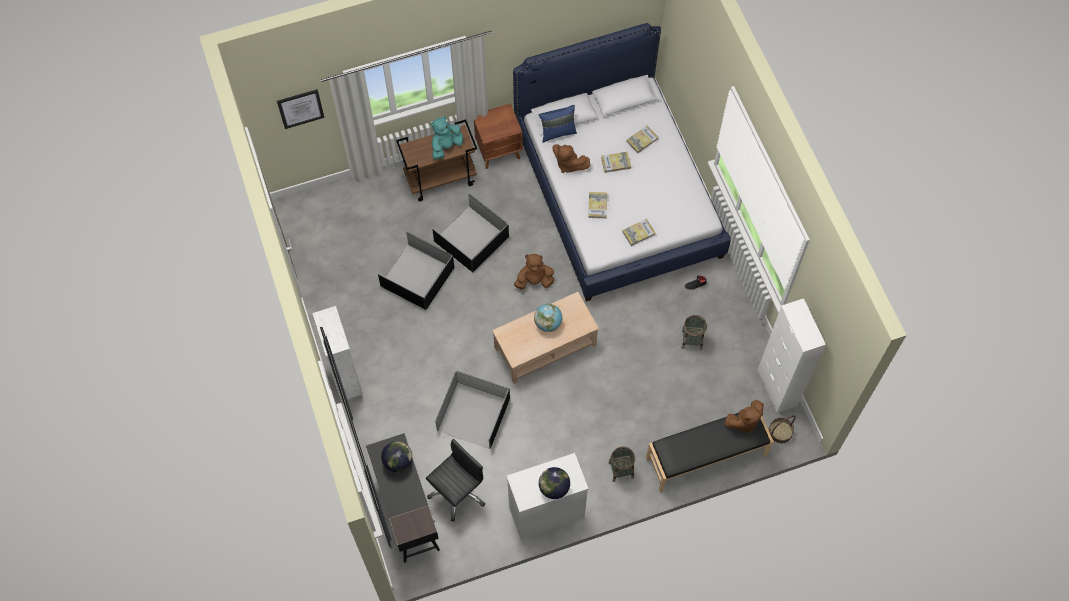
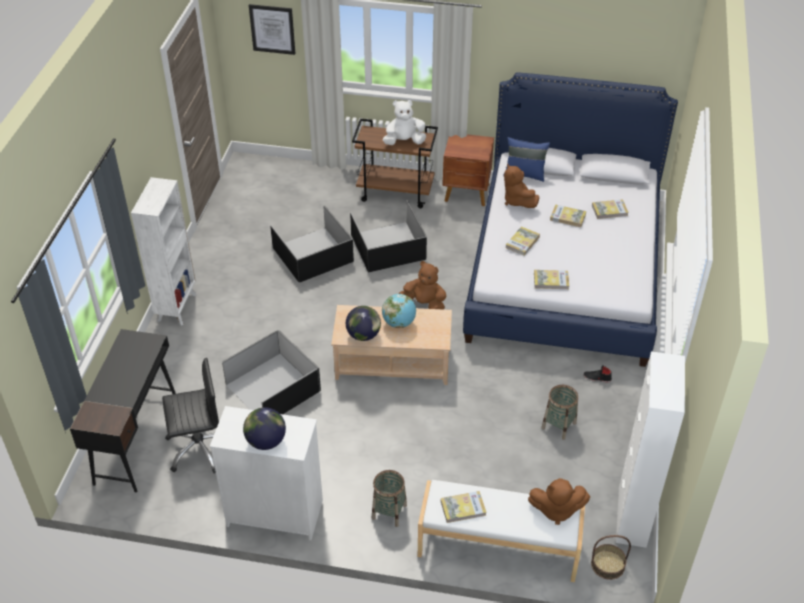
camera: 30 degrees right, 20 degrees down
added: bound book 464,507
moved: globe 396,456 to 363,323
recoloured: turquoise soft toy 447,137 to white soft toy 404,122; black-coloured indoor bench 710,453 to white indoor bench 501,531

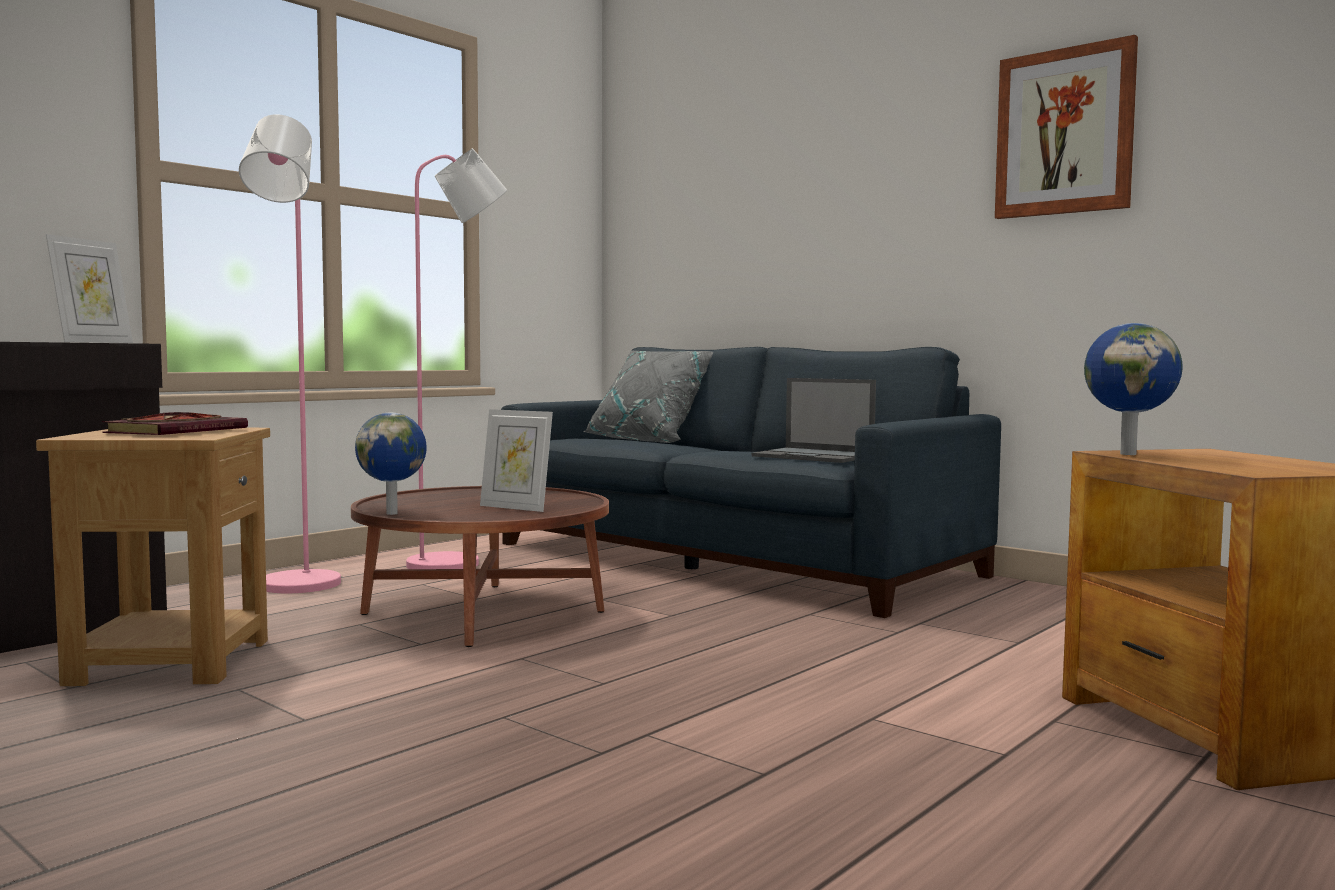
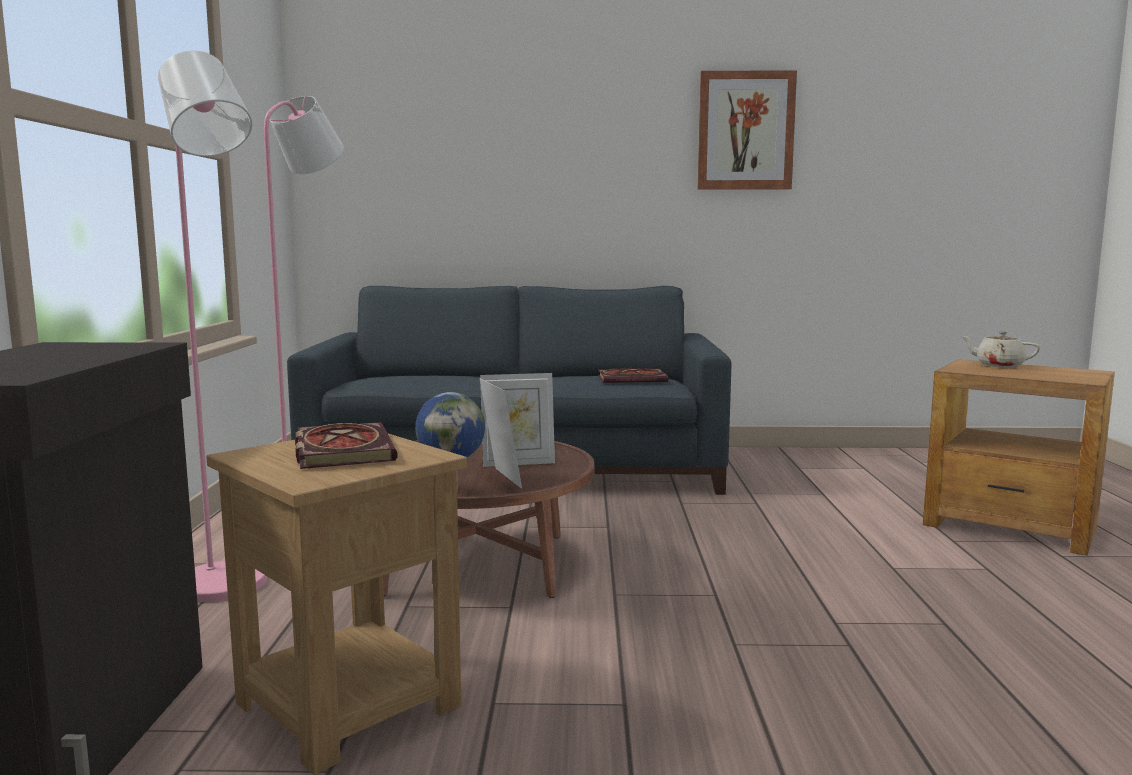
camera: 40 degrees left, 5 degrees up
removed: greyish pillow 648,396; globe 1133,389
added: beige-coloured teapot 1000,349
moved: standing frame 89,288 to 500,433
replaced: portable computer 814,420 to bound book 633,375

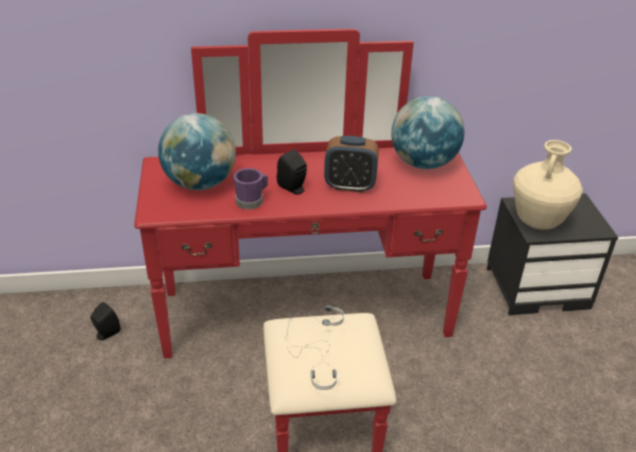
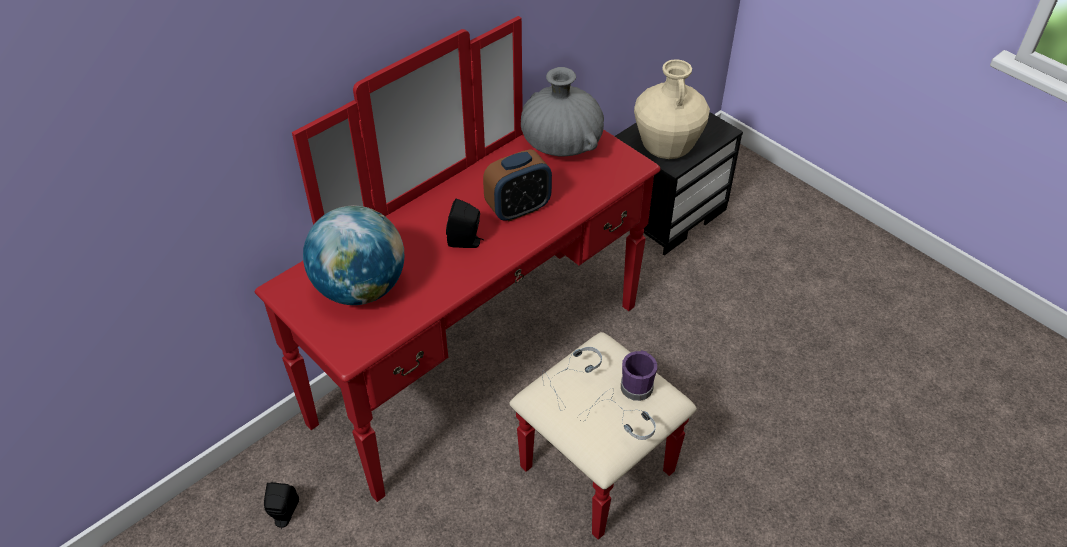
camera: 35 degrees left, 10 degrees up
moved: purple mug 251,189 to 639,375
replaced: globe 428,132 to greyish decorative vase 562,112

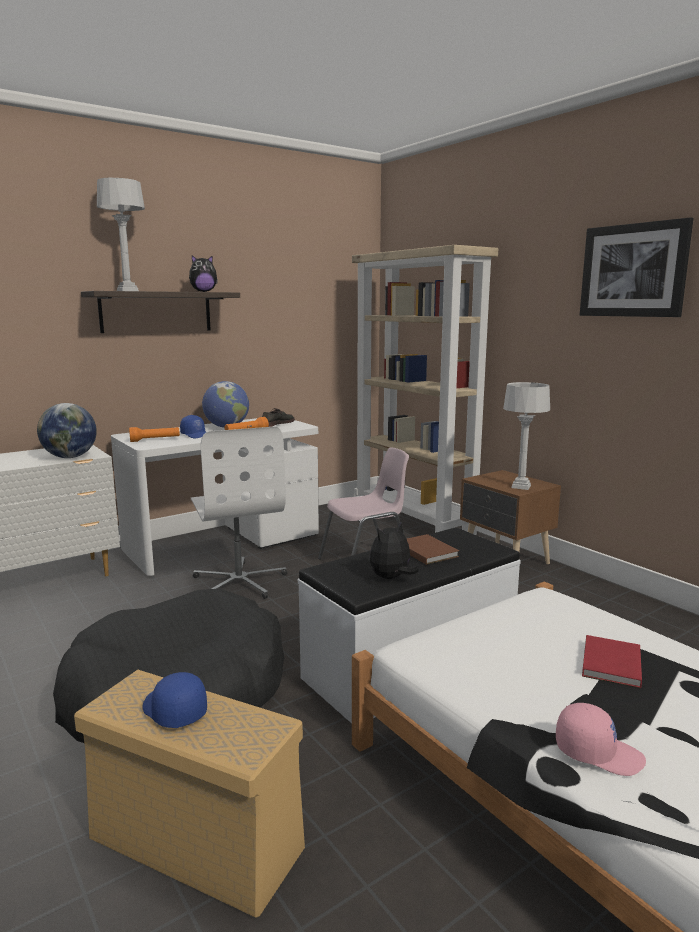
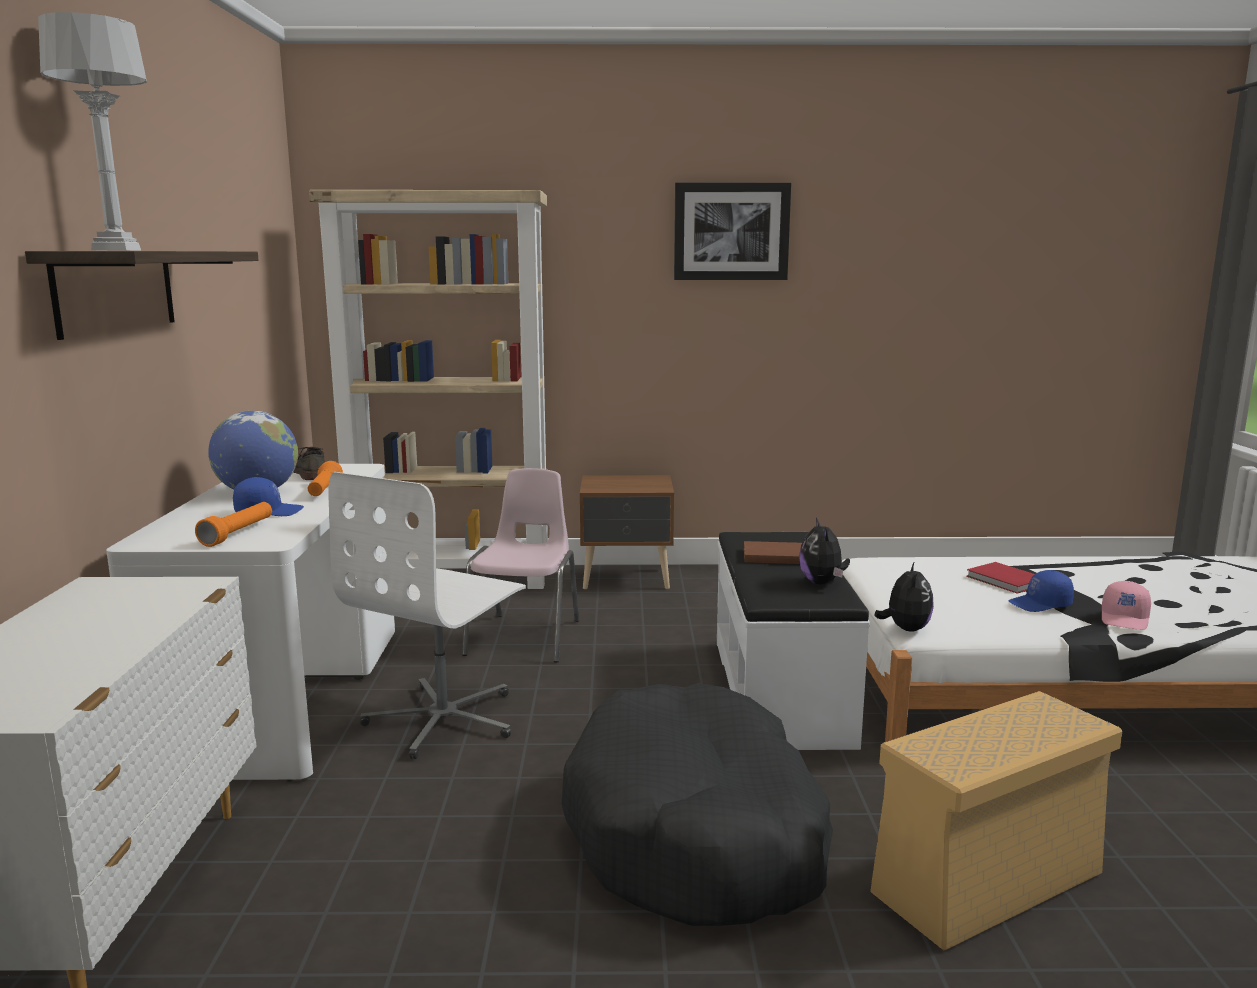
camera: 55 degrees left, 0 degrees up
removed: globe 67,430; greyish tabletop lamp 526,436
moved: blue-coloured baseball cap 174,700 to 1041,591; soft toy 203,273 to 904,596
turned: white computer chair 239,512 = 427,615 105 degrees clockwise; pinkish baseball cap 601,739 = 1126,605 150 degrees clockwise

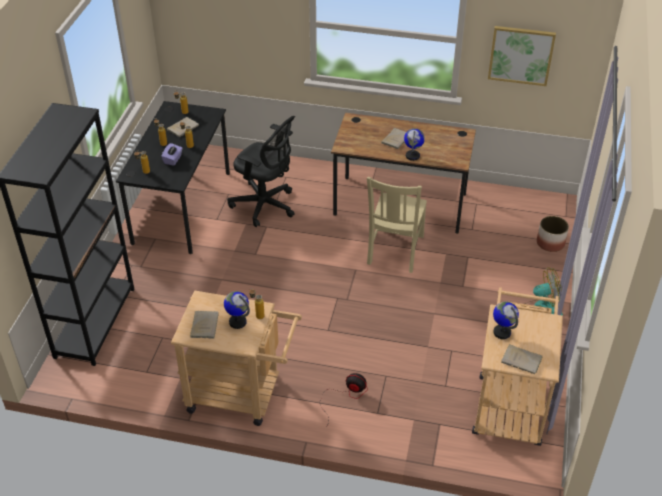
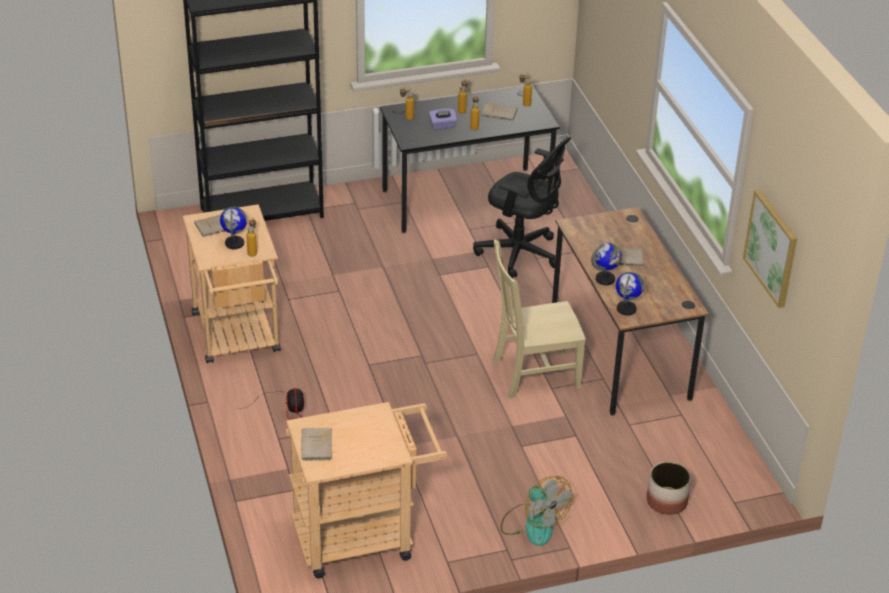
camera: 60 degrees right, 5 degrees down
moved: globe 506,320 to 630,293
turned: black-coloured computer chair 261,171 = 522,207 60 degrees counterclockwise

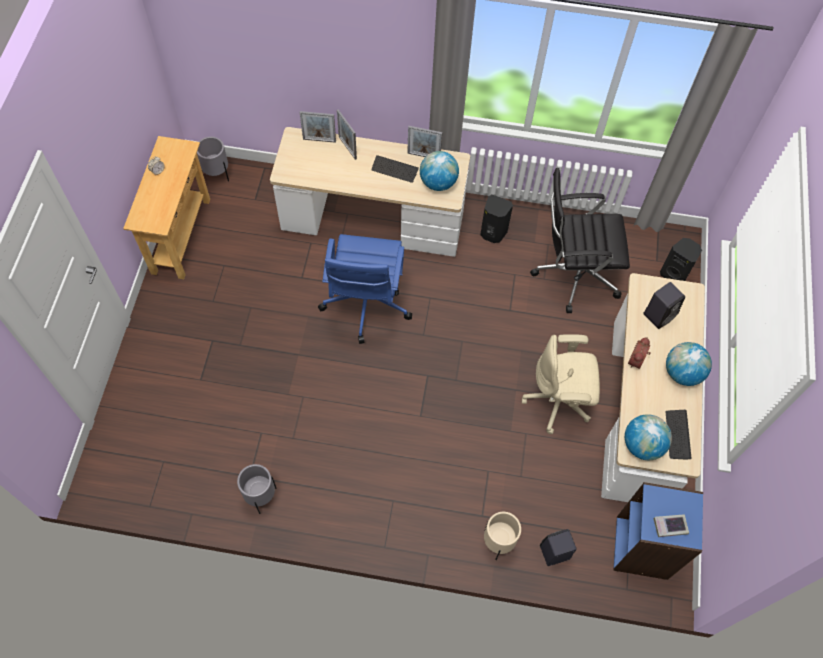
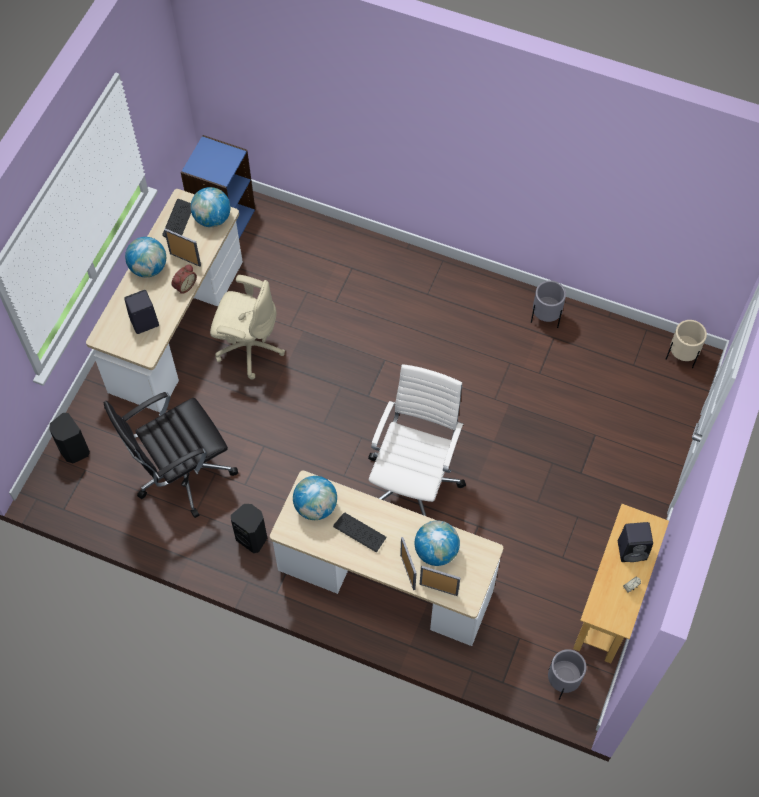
camera: 165 degrees left, 0 degrees up
removed: bound book 671,525
added: globe 437,543
moved: standing frame 424,141 to 182,247; beige-coloured flower pot 502,536 to 686,344; black-coloured loudspeaker 558,547 to 635,542
recoloured: blue-coloured computer chair 365,289 to white computer chair 417,440
turned: black-coloured computer chair 580,240 = 171,455 135 degrees clockwise

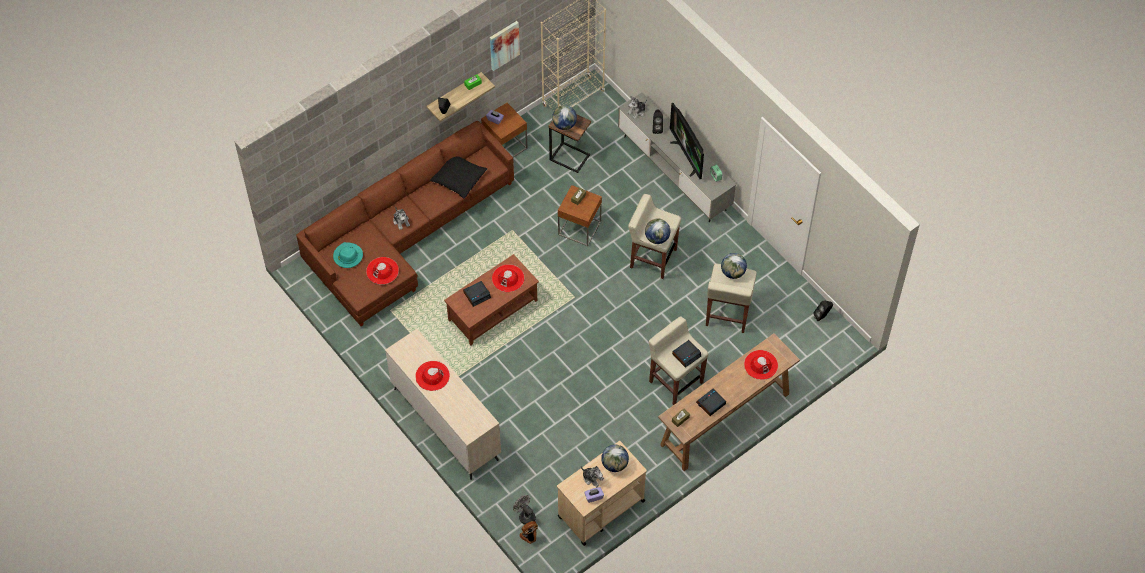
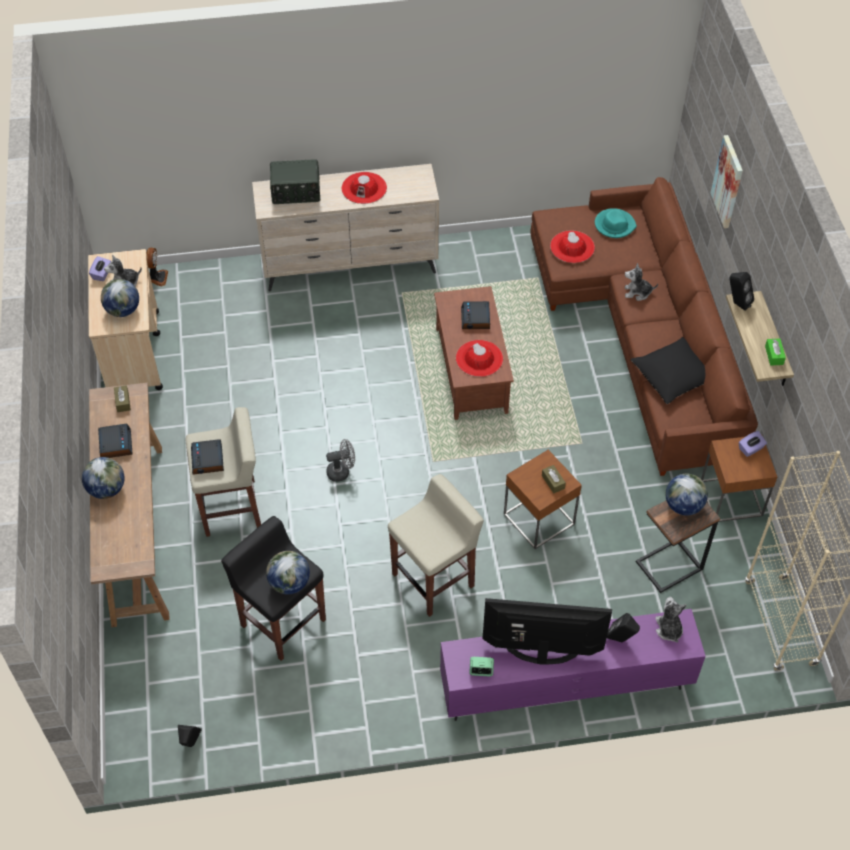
camera: 120 degrees right, 5 degrees down
removed: red-coloured wearable hat 761,365
added: radio 295,181
moved: picture 505,46 to 727,181; greyish electric fan 524,510 to 340,460; globe 657,231 to 103,478
recoloured: greyish tv unit 677,157 to purple tv unit 573,665; beige-coloured stool 731,298 to black-coloured stool 273,588

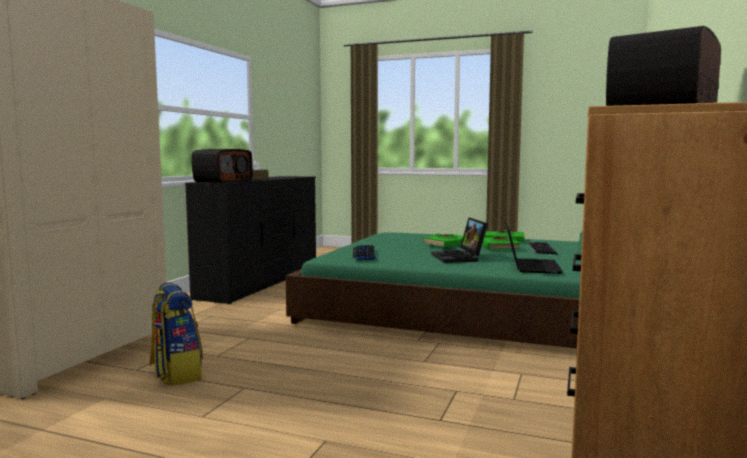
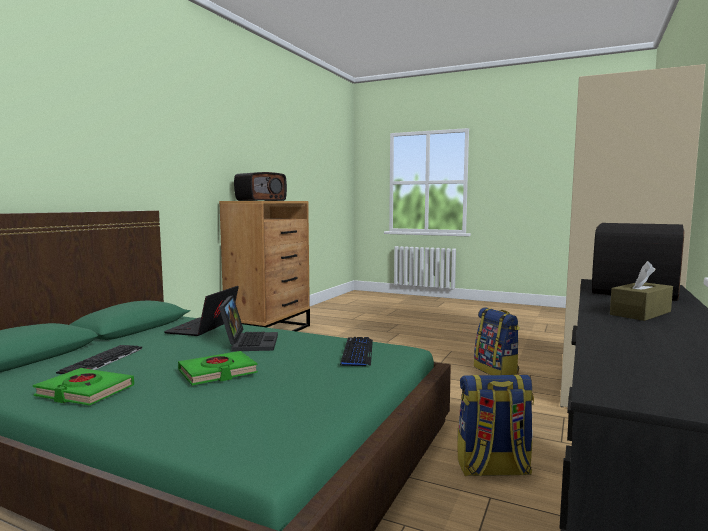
camera: 175 degrees left, 0 degrees up
removed: greenish bound book 501,243
added: backpack 496,425

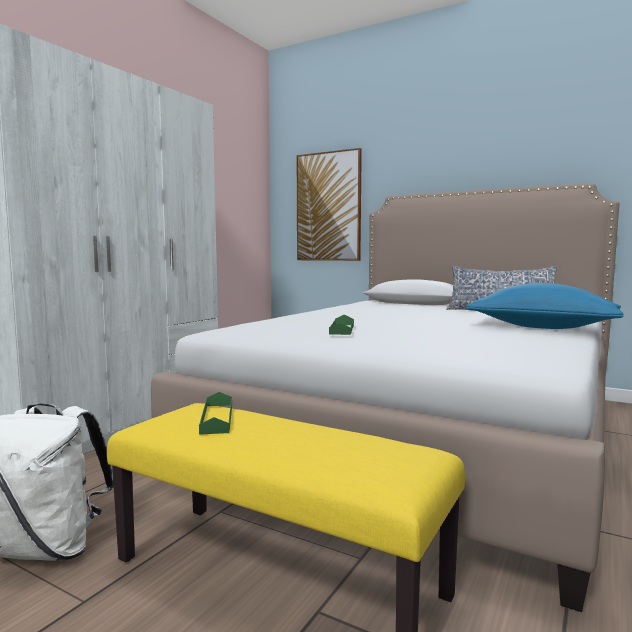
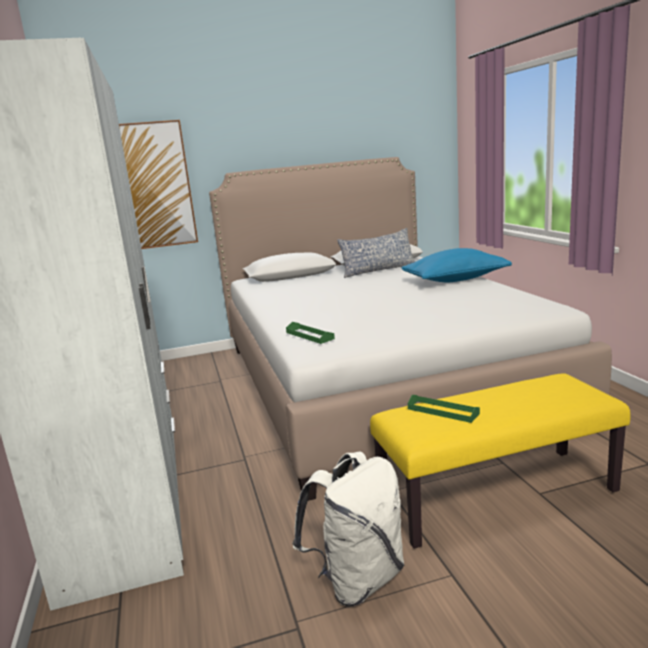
camera: 45 degrees left, 10 degrees up
moved: greenish serving tray 341,325 to 310,333

